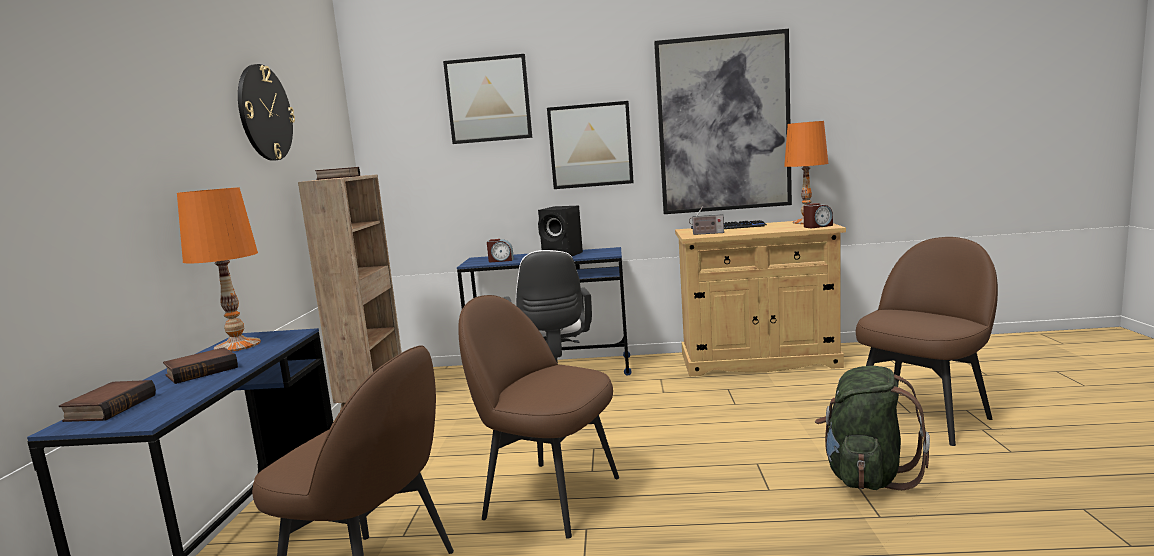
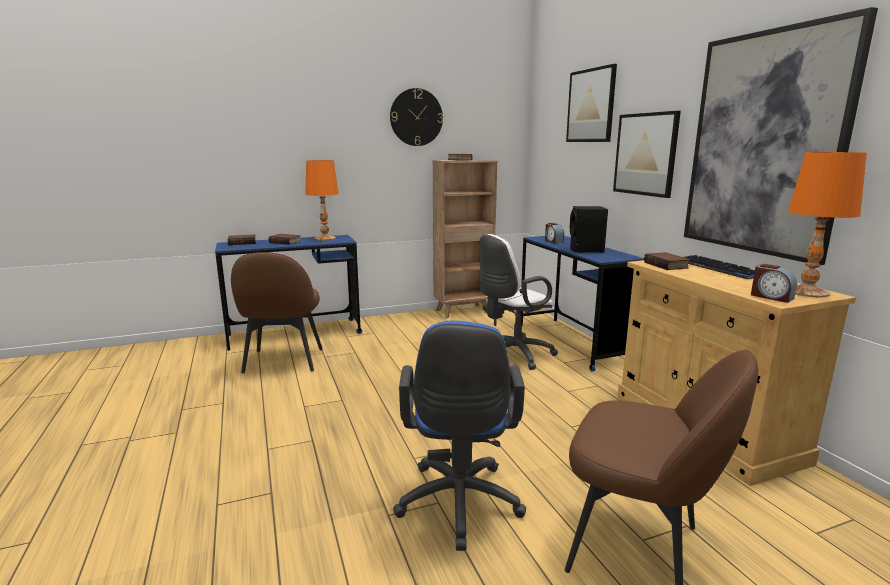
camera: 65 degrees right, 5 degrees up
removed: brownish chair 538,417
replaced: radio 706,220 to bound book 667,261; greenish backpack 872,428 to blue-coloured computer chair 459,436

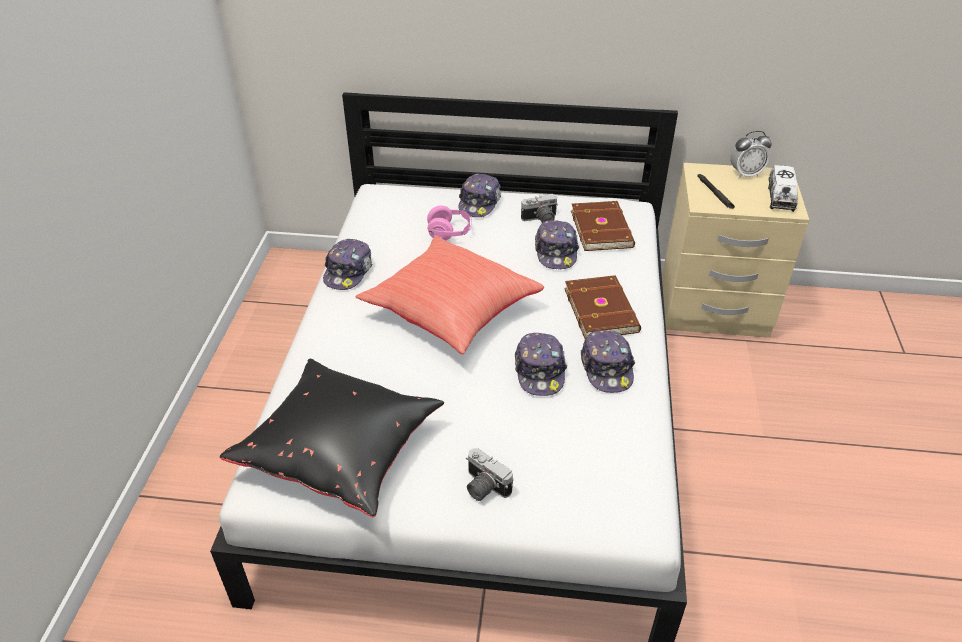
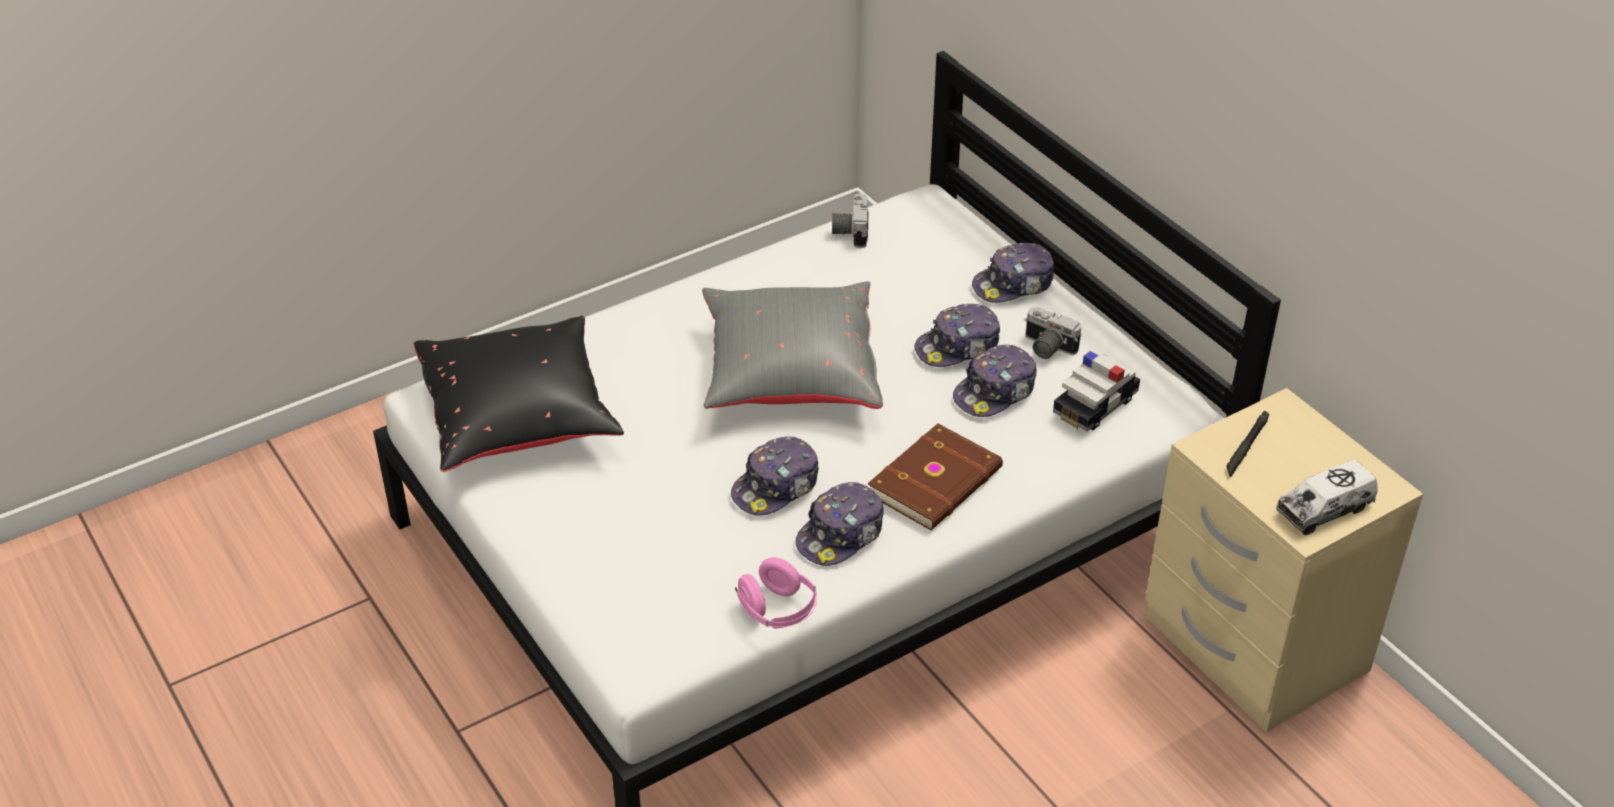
camera: 50 degrees right, 0 degrees up
removed: table clock 751,154
moved: baseball cap 347,264 to 957,335; pinkish headphones 449,222 to 776,593; still camera 489,474 to 850,220
replaced: brownish bound book 603,226 to miniature car 1096,391
recoloured: red-coloured pillow 449,295 to greyish pillow 792,345

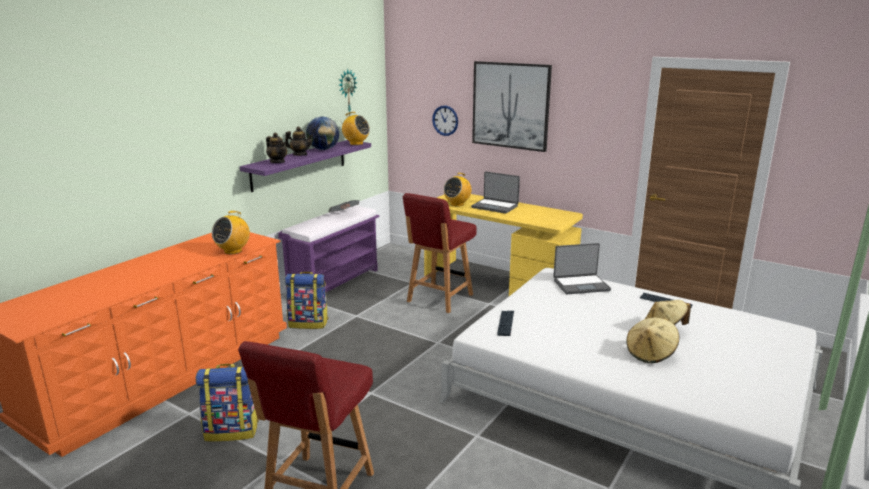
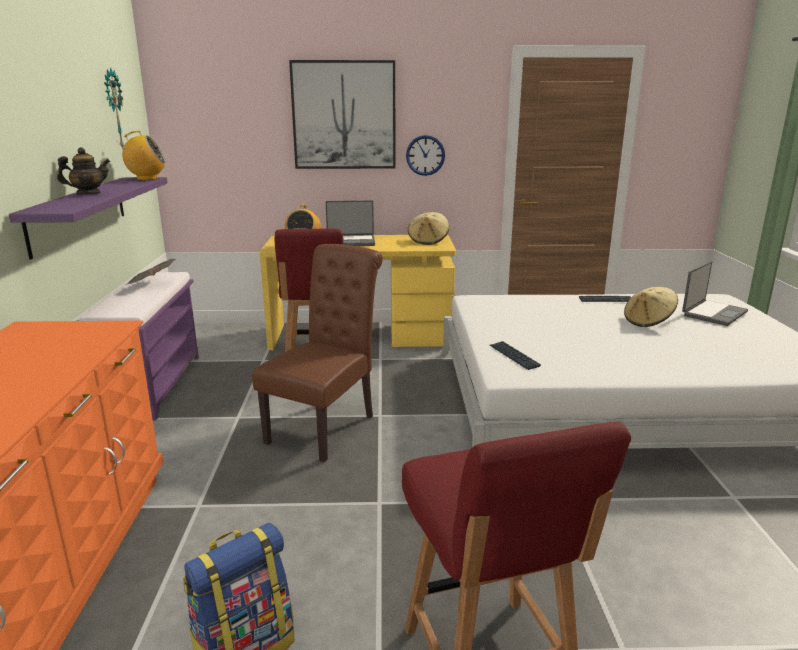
camera: 35 degrees left, 0 degrees up
removed: radio 231,232; teapot 276,147; backpack 306,300; globe 322,133
added: brownish chair 317,353
moved: wall clock 445,120 to 425,155; portable computer 582,268 to 715,293; beige-coloured wearable hat 652,340 to 428,228

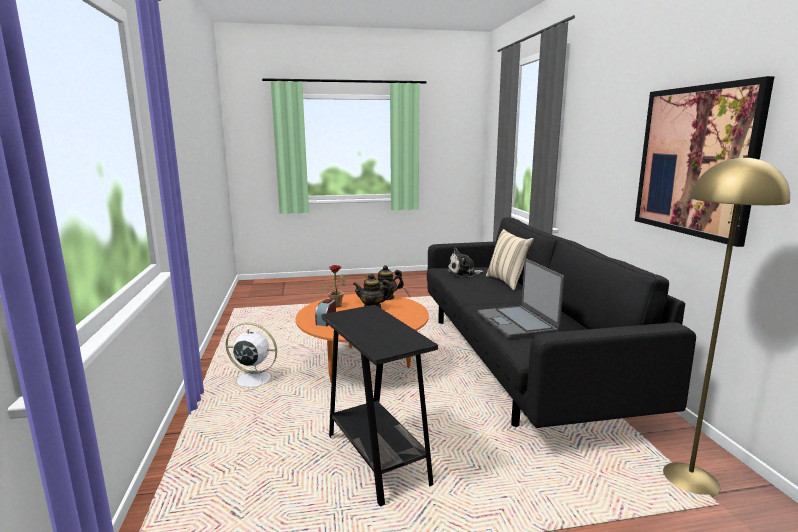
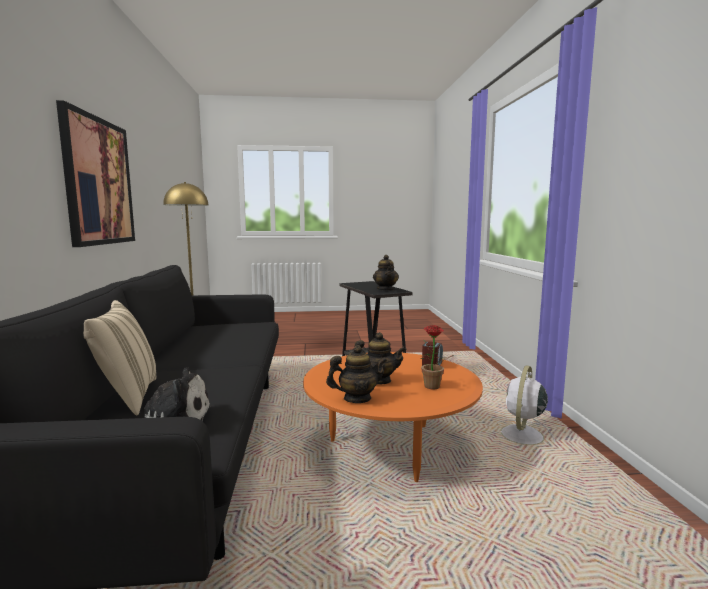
camera: 175 degrees left, 5 degrees down
removed: portable computer 521,298
added: teapot 386,273
turned: white electric fan 253,357 = 526,408 105 degrees clockwise

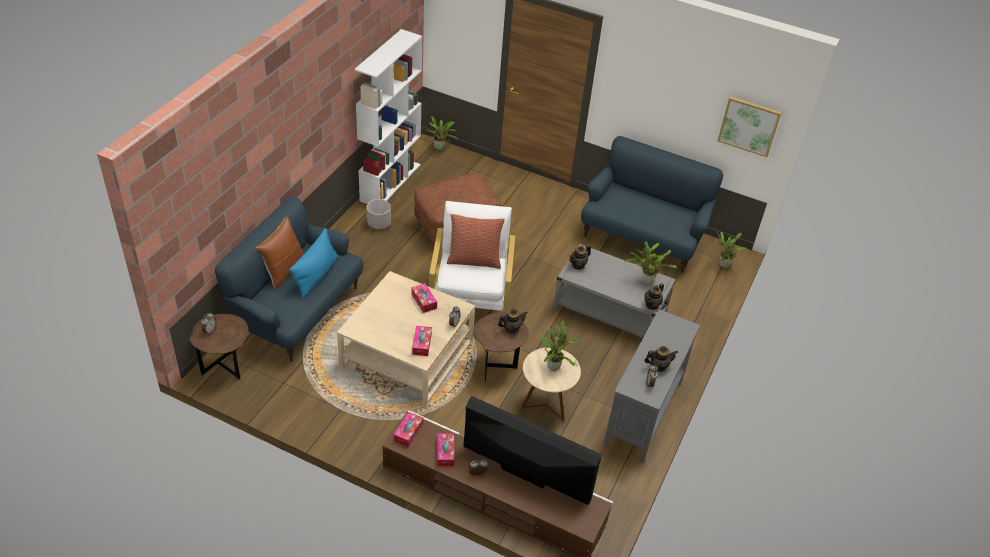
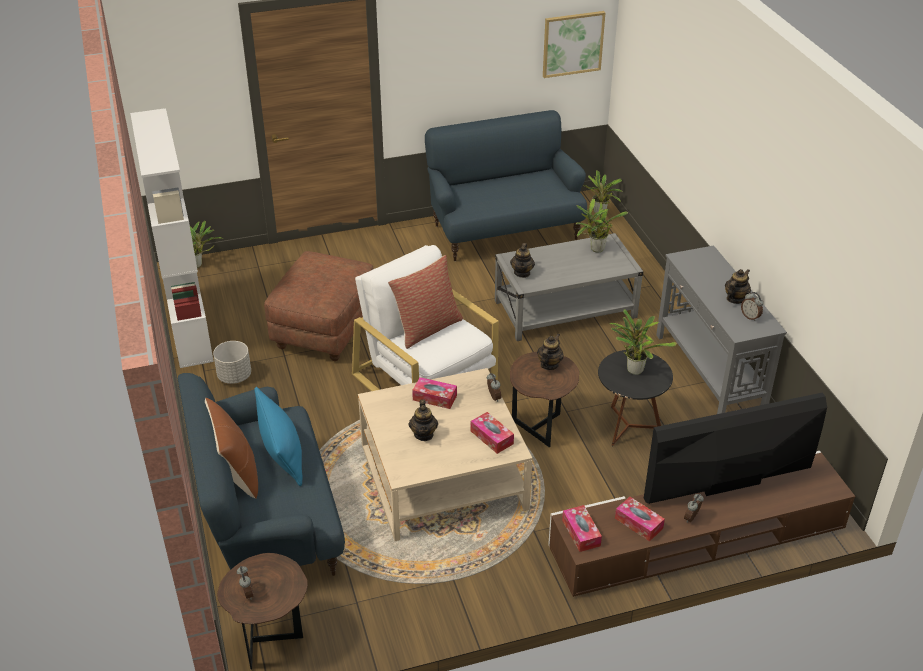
camera: 40 degrees left, 5 degrees down
moved: teapot 654,296 to 423,420
recoloured: beige-coloured accent table 551,385 to black-coloured accent table 635,398

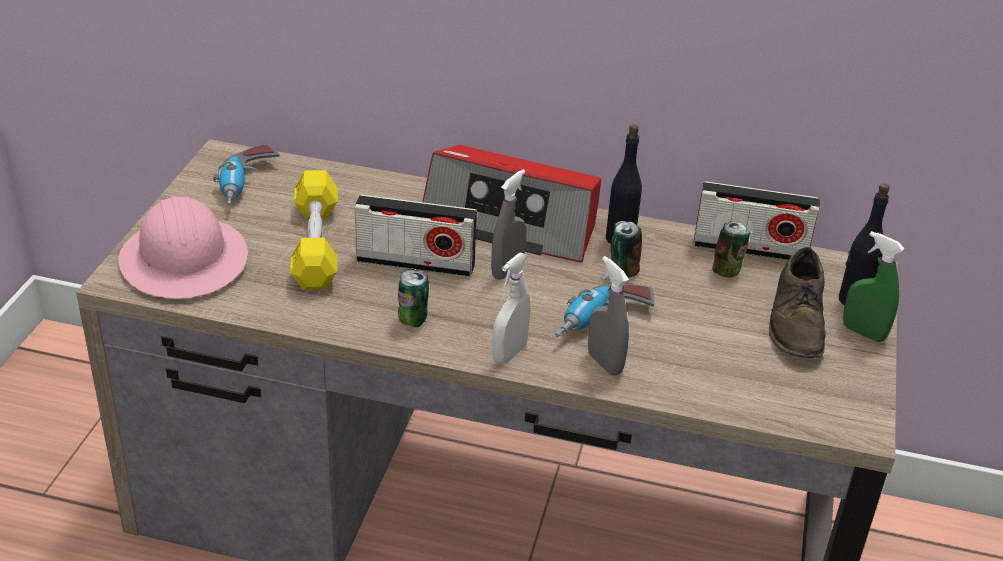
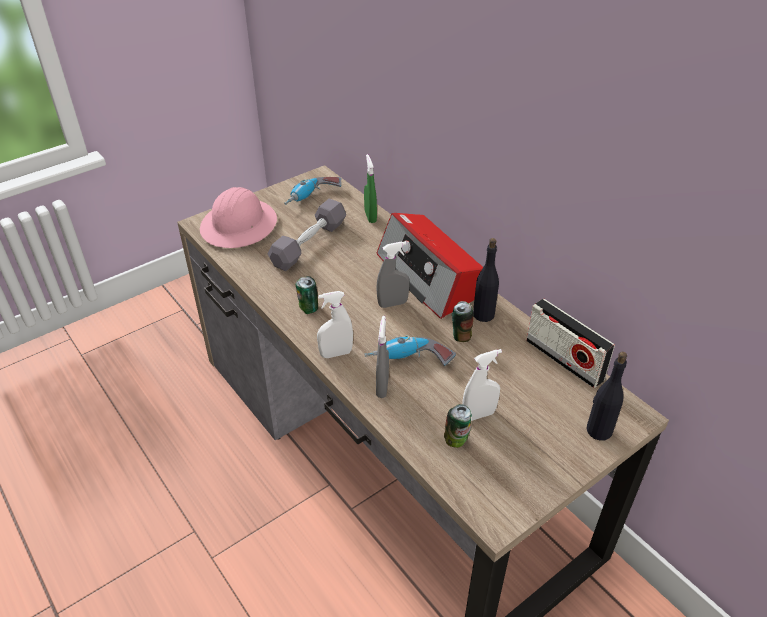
camera: 40 degrees right, 5 degrees up
removed: radio 416,235; brownish low shoe 797,302
added: white hand sprayer 482,385
moved: metal can 731,249 to 458,426; greenish hand sprayer 874,286 to 370,188
recoloured: yellowish dumbbell 314,230 to greyish dumbbell 307,235

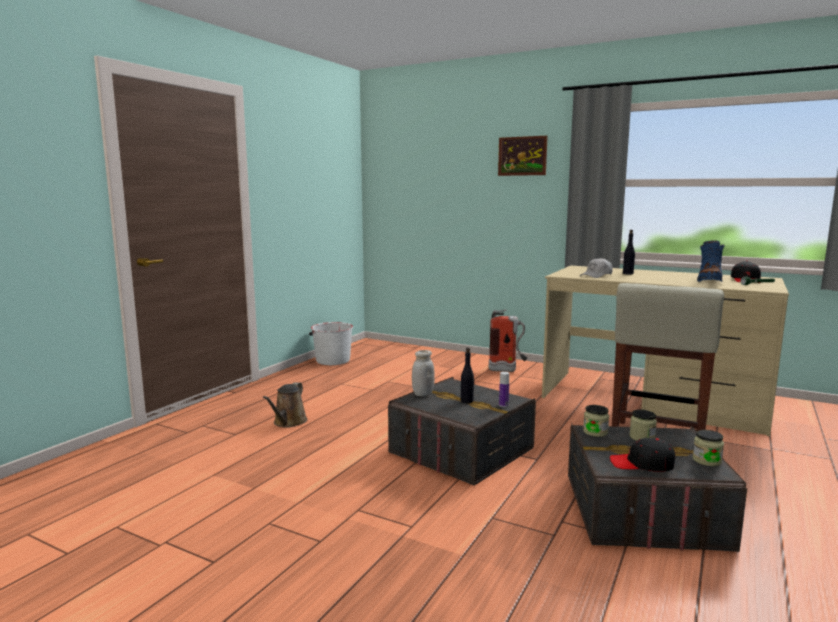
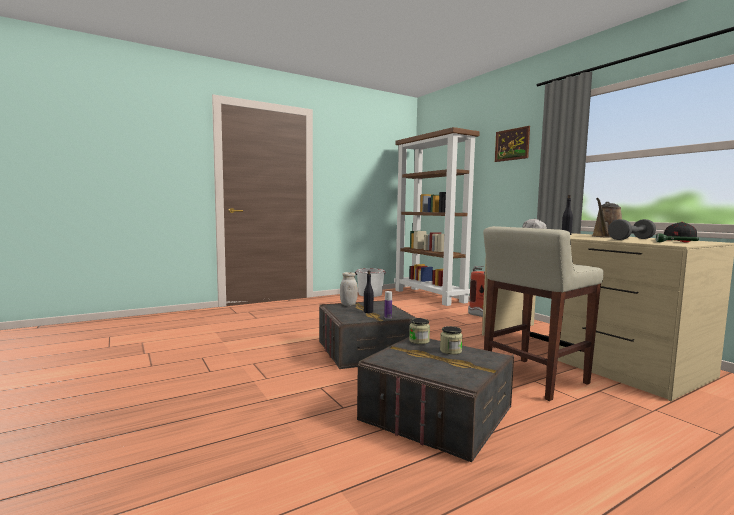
camera: 30 degrees right, 5 degrees down
removed: black-coloured baseball cap 642,455; preserve jar 708,448
added: brownish shelving unit 437,216
moved: brownish watering can 285,405 to 607,218
replaced: blue-coloured tall boot 710,261 to greyish dumbbell 632,229

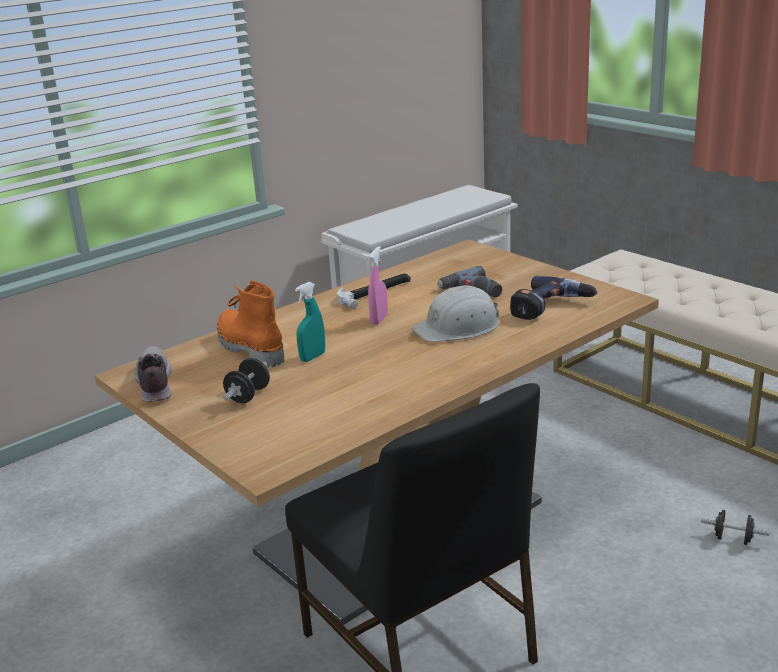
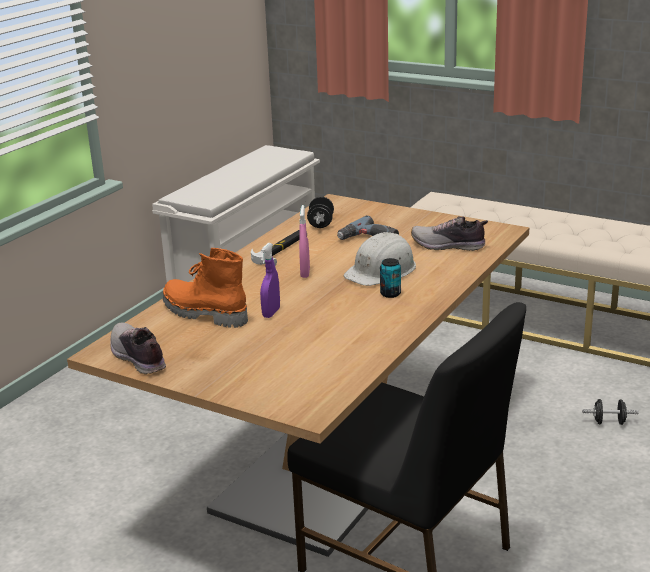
camera: 20 degrees left, 0 degrees up
added: metal can 390,278
moved: black-coloured dumbbell 246,380 to 320,212
replaced: electric drill 553,298 to low shoe 449,233
recoloured: turquoise hand sprayer 310,322 to purple hand sprayer 270,280

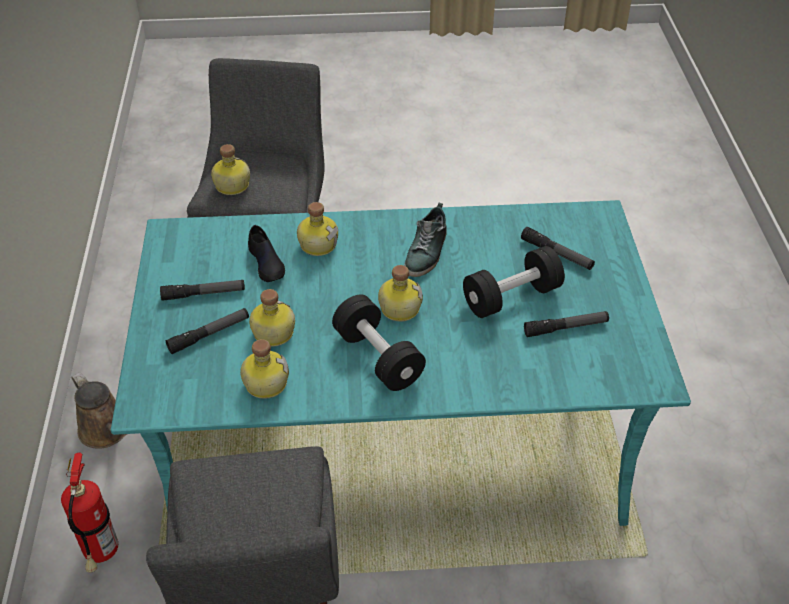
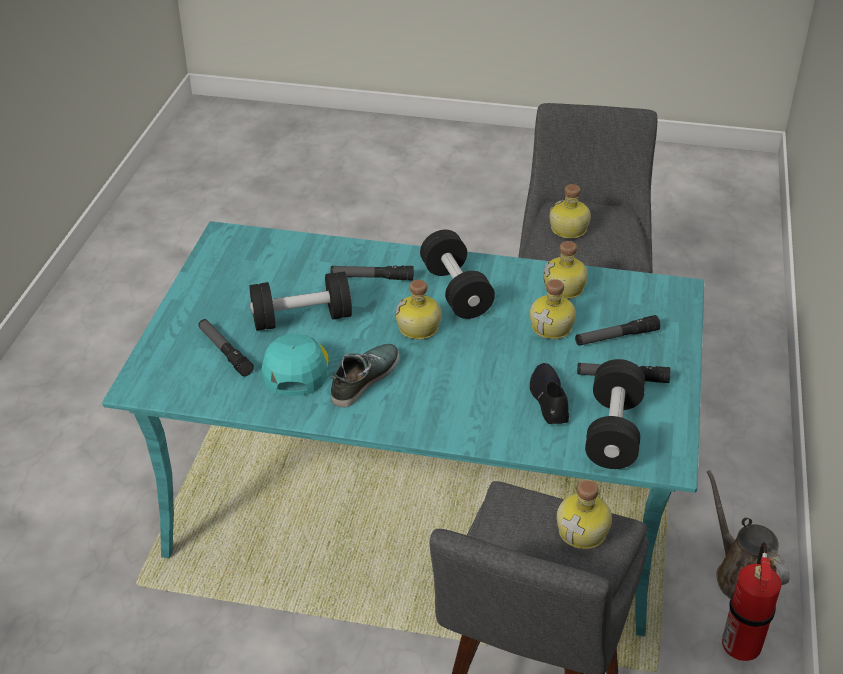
camera: 165 degrees left, 5 degrees down
added: turquoise baseball cap 295,365; black-coloured dumbbell 615,414
moved: fire-fighting cylinder 89,512 to 751,601; drink bottle 317,229 to 570,211; flashlight 566,324 to 372,272

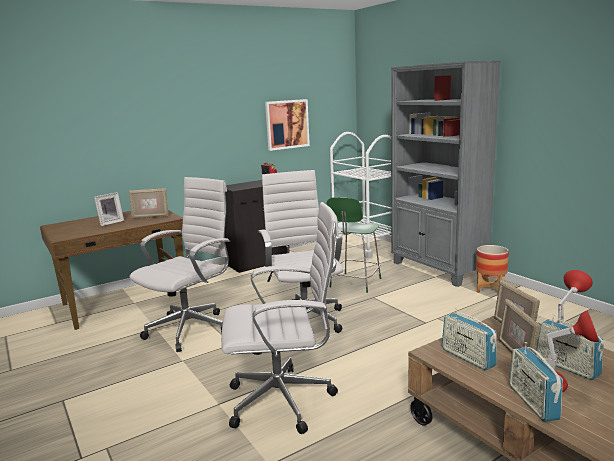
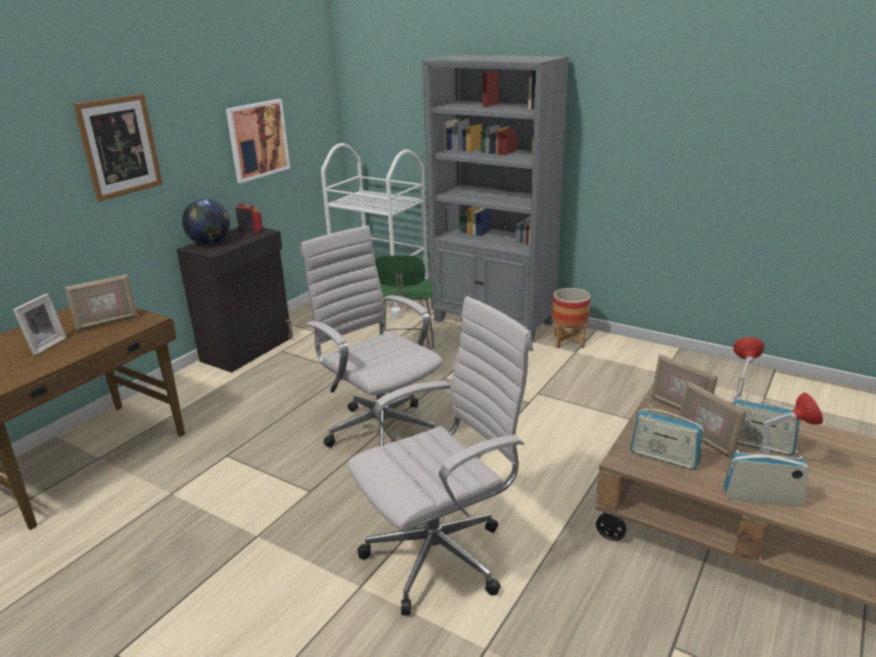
camera: 25 degrees left, 10 degrees up
removed: white computer chair 180,264
added: picture 118,148; globe 206,221
turned: radio 536,382 = 767,478 135 degrees clockwise

